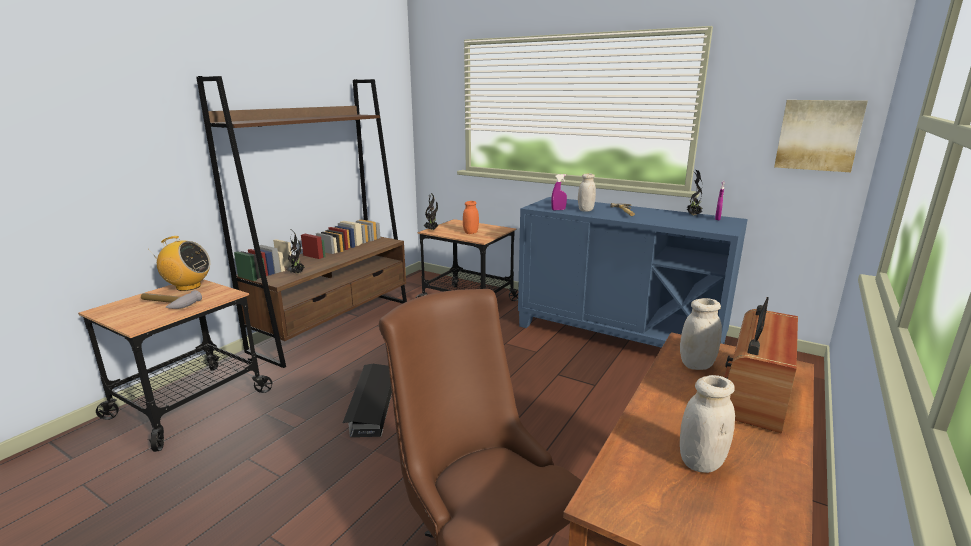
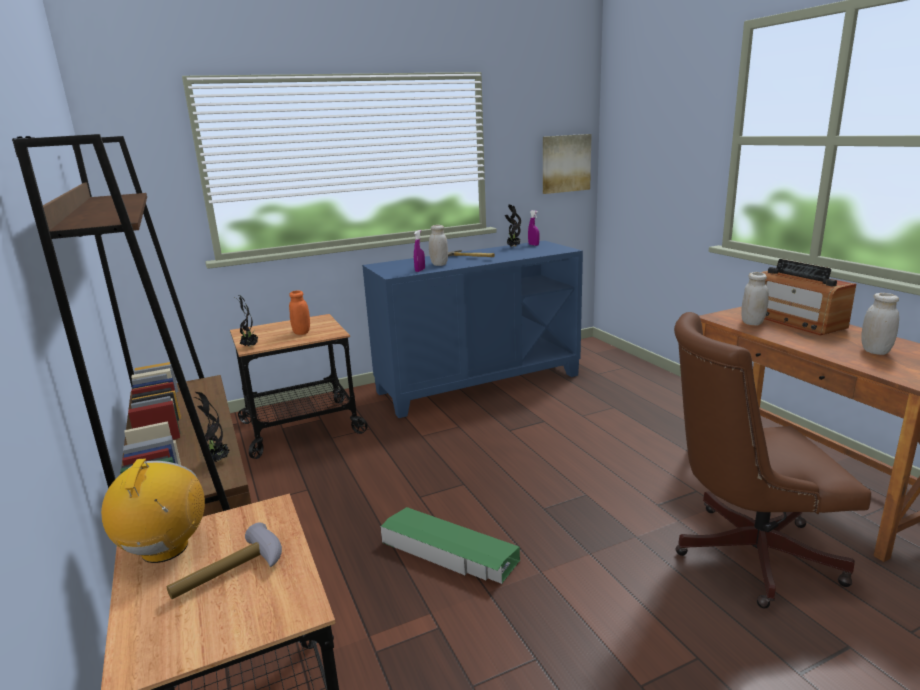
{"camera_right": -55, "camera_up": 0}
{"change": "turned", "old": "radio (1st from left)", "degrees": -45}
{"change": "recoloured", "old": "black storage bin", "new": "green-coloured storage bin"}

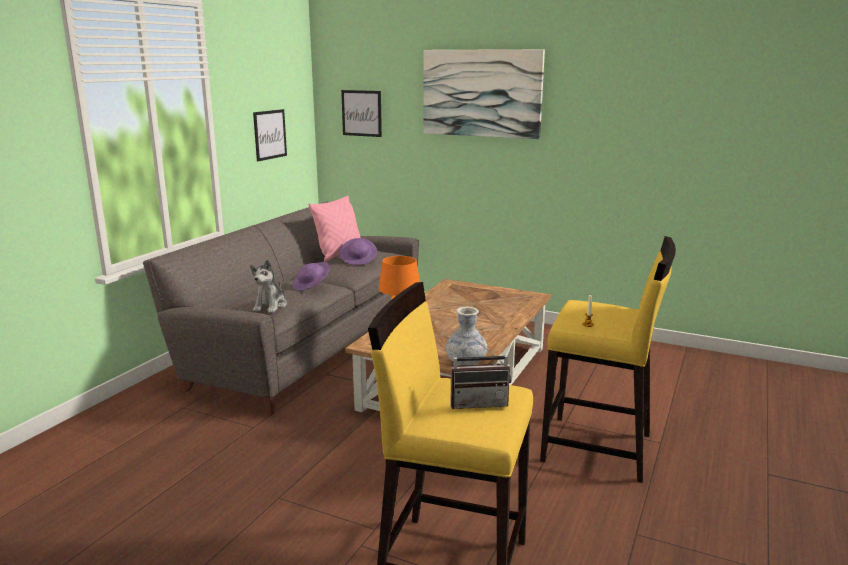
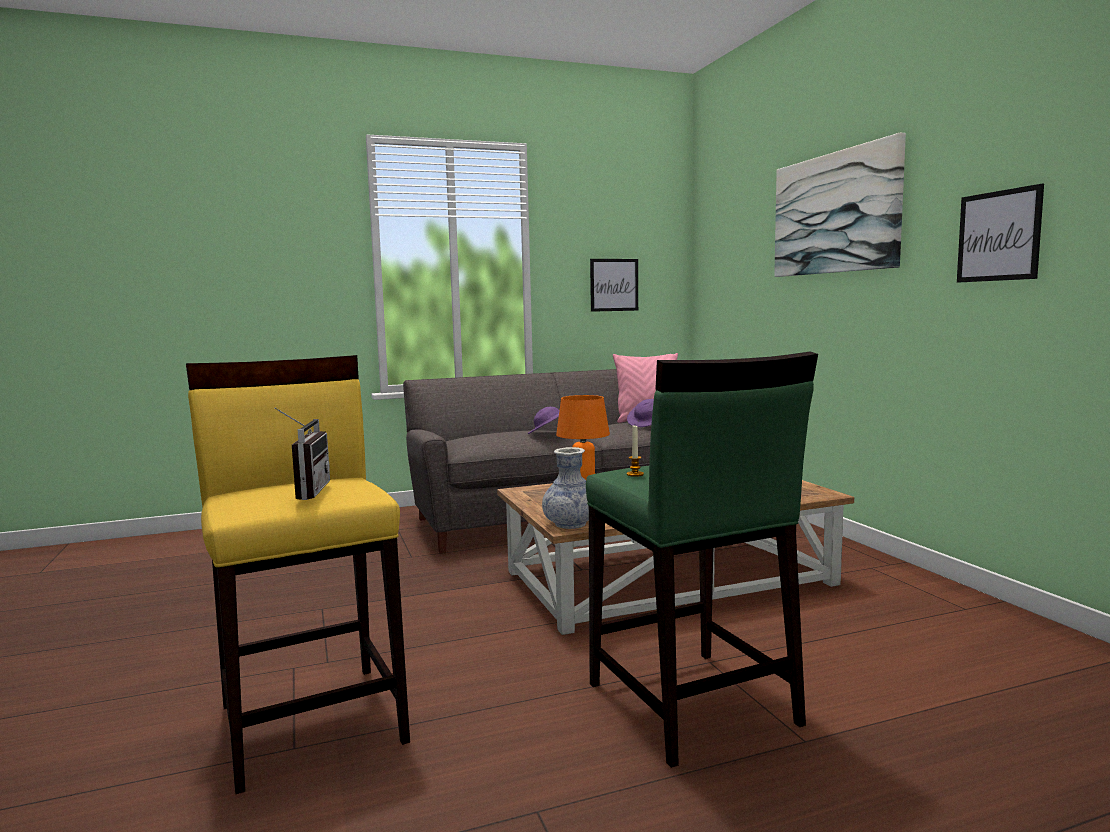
{"camera_right": 45, "camera_up": -10}
{"change": "moved", "old": "wall art (2nd from left in the first image)", "new": "wall art (3rd from left)"}
{"change": "recoloured", "old": "yellow-coloured stool (2nd from left)", "new": "green-coloured stool"}
{"change": "removed", "old": "soft toy"}
{"change": "turned", "old": "radio", "degrees": -135}

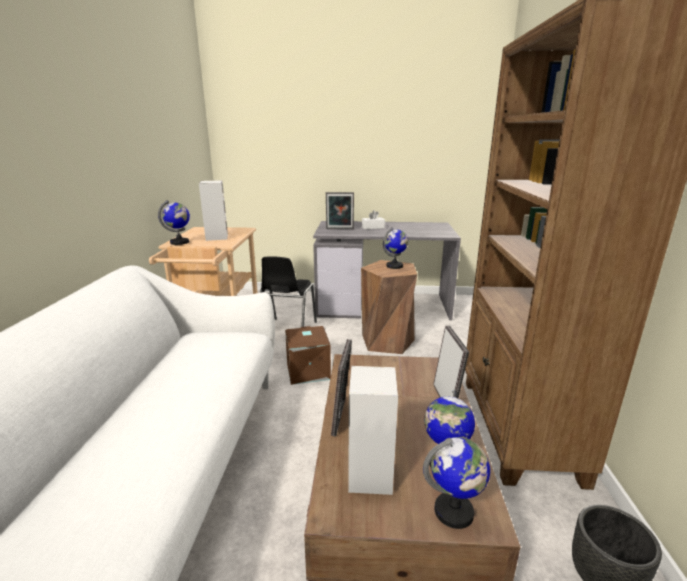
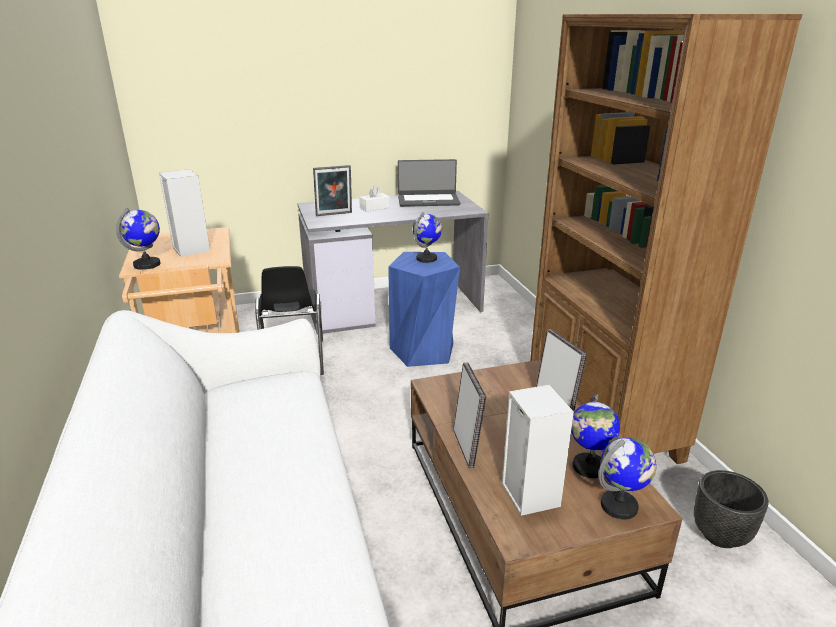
{"camera_right": -20, "camera_up": 5}
{"change": "recoloured", "old": "brown stool", "new": "bluish stool"}
{"change": "removed", "old": "brown storage bin"}
{"change": "added", "new": "notebook computer"}

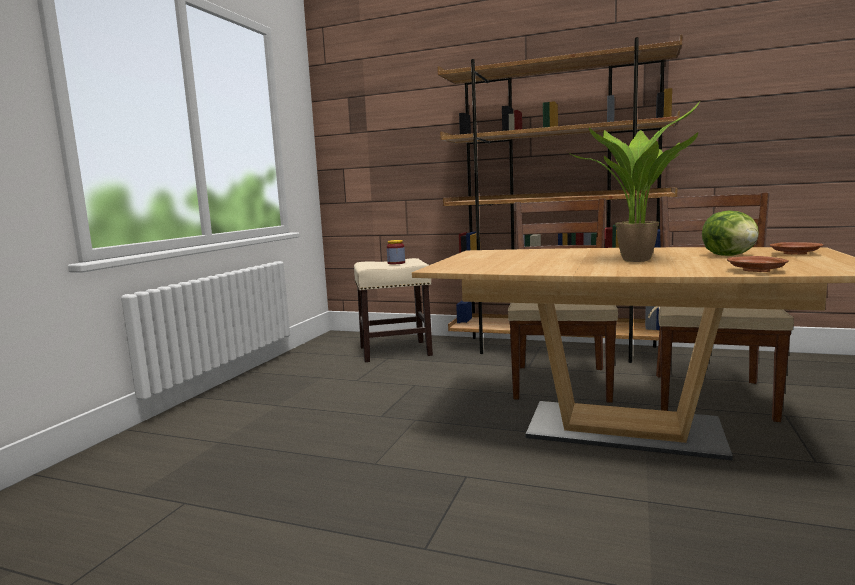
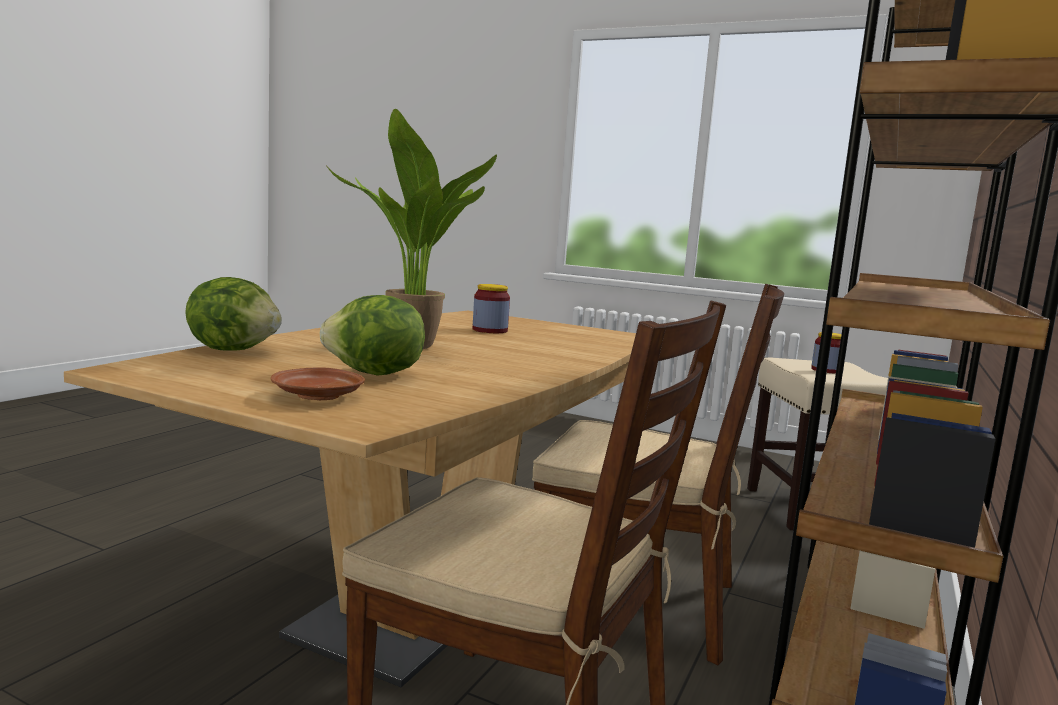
{"camera_right": 95, "camera_up": 0}
{"change": "replaced", "old": "brown flat dish (1st from left)", "new": "lettuce (1st from left)"}
{"change": "added", "new": "jar (1st from left)"}

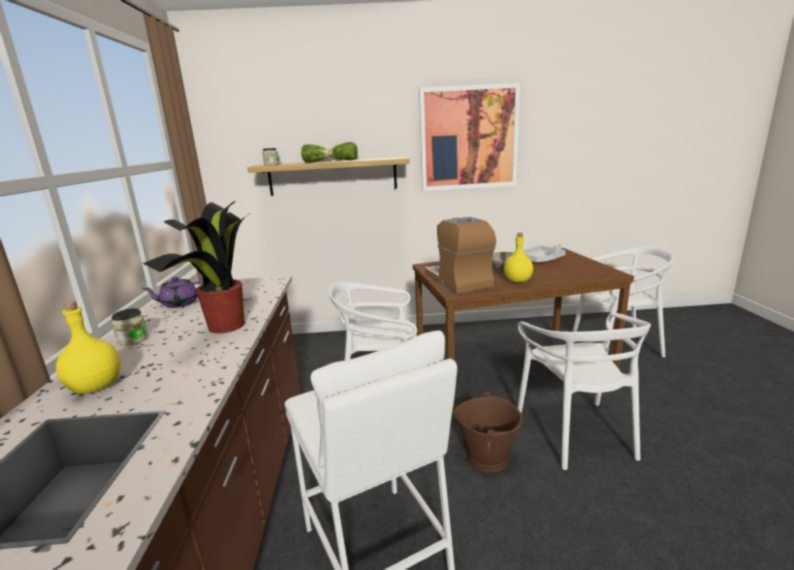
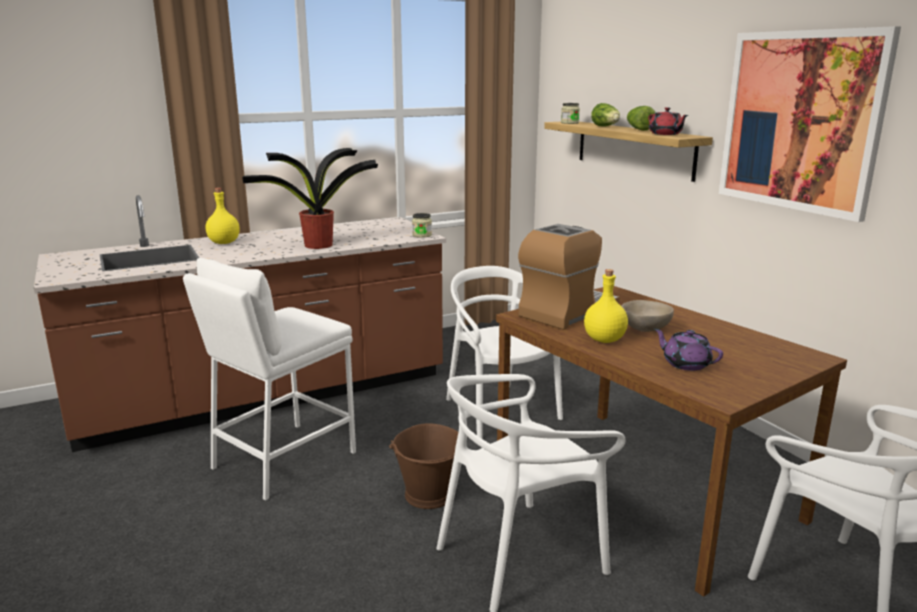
{"camera_right": 65, "camera_up": 0}
{"change": "removed", "old": "grey tray"}
{"change": "moved", "old": "purplish teapot"}
{"change": "moved", "old": "jar (1st from left)"}
{"change": "added", "new": "reddish teapot"}

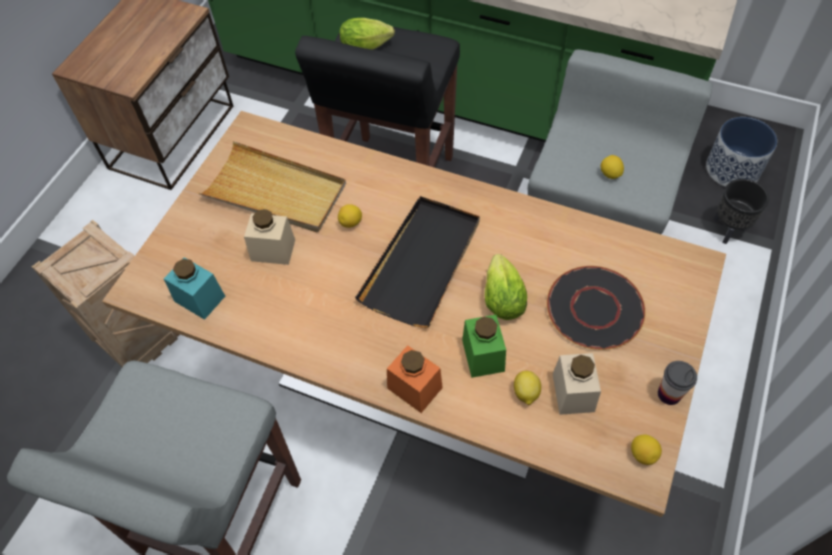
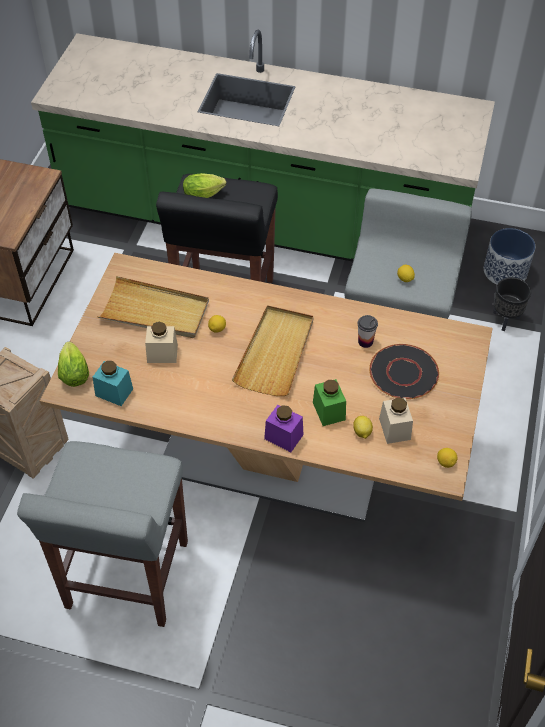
{"camera_right": -10, "camera_up": -5}
{"change": "recoloured", "old": "black tray", "new": "beige tray (2nd from left)"}
{"change": "moved", "old": "lettuce (2nd from left in the first image)", "new": "lettuce (1st from left)"}
{"change": "recoloured", "old": "orange-coloured jar", "new": "purplish jar"}
{"change": "moved", "old": "cup"}

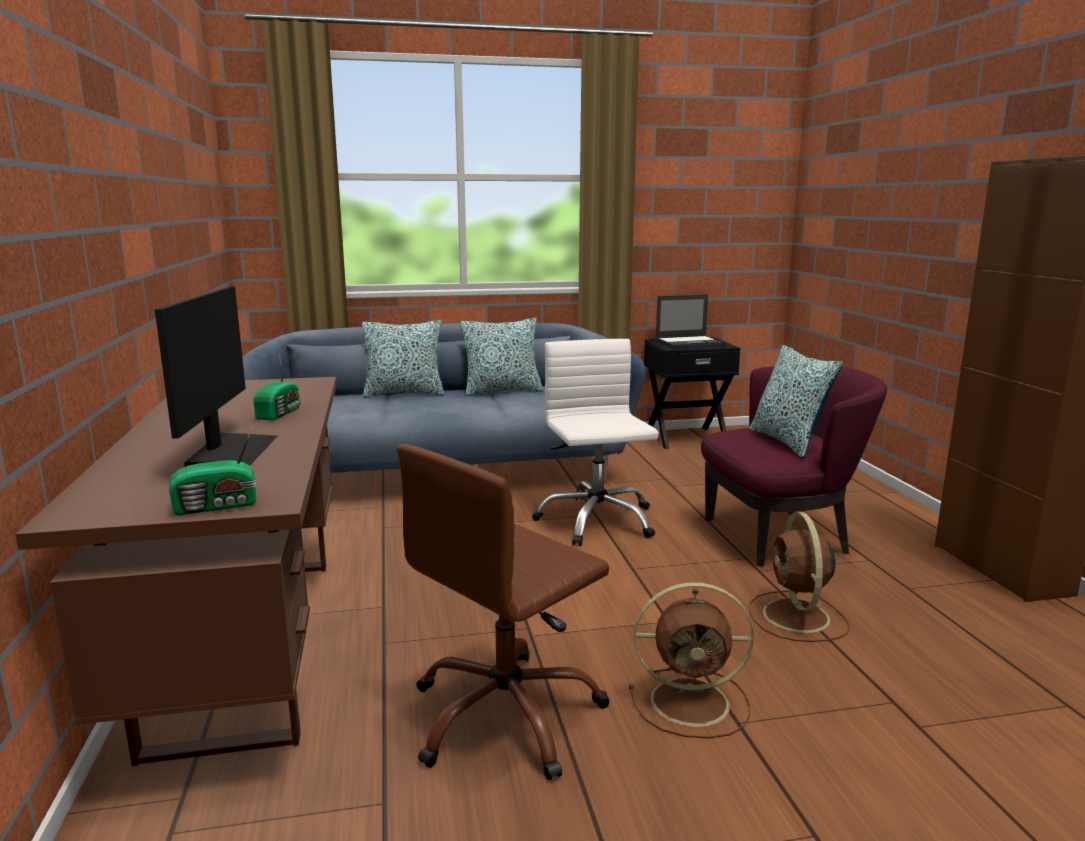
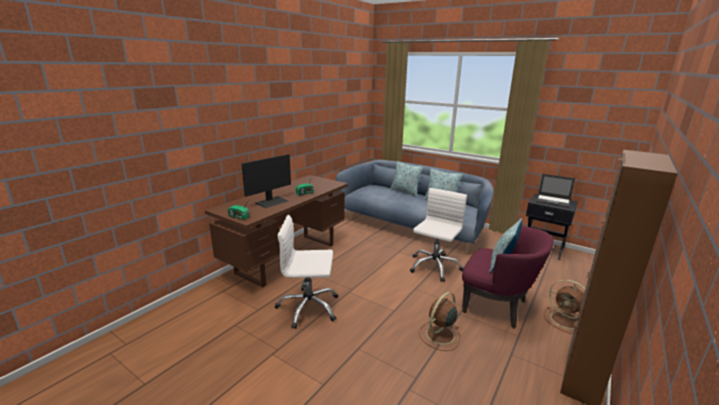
{"camera_right": 45, "camera_up": 5}
{"change": "recoloured", "old": "brown office chair", "new": "white office chair (1st from left)"}
{"change": "moved", "old": "brown fan (1st from left in the first image)", "new": "brown fan (2nd from left)"}

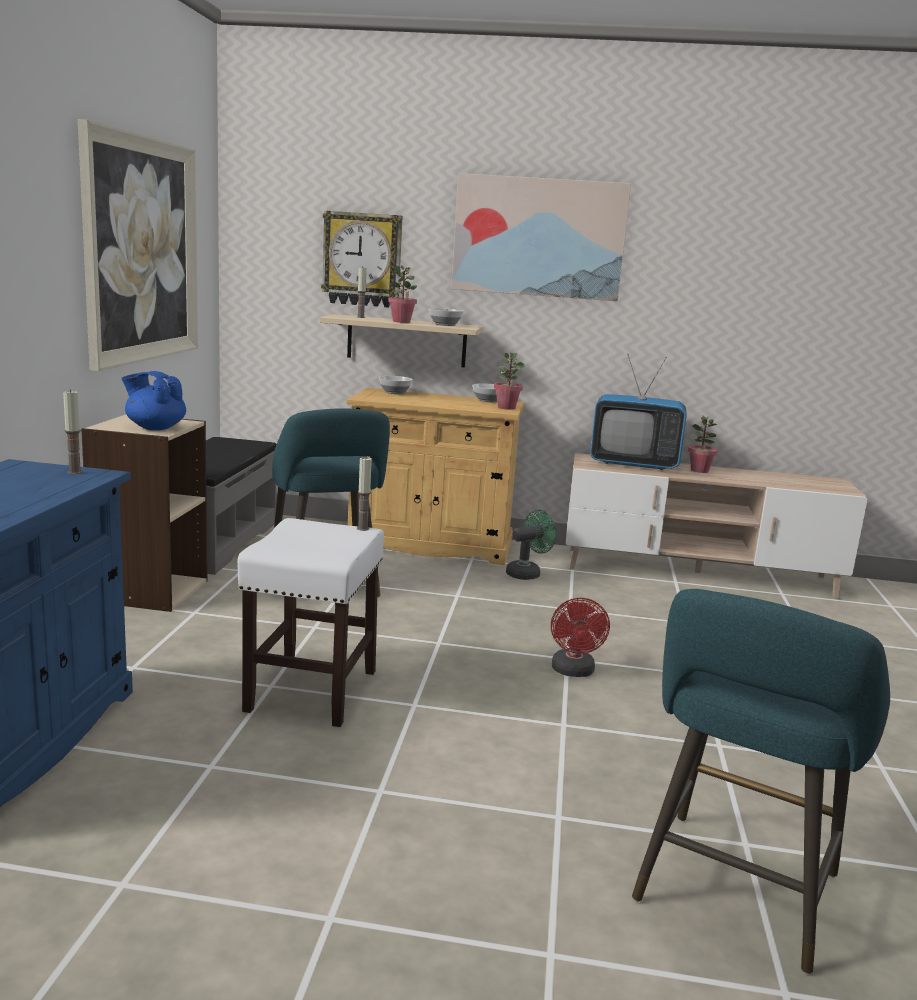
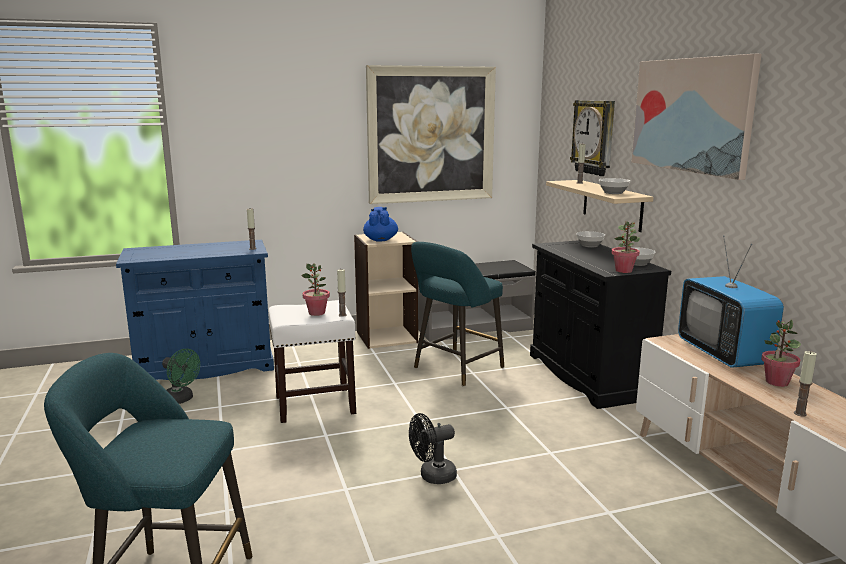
{"camera_right": 65, "camera_up": 0}
{"change": "moved", "old": "houseplant (1st from left)"}
{"change": "recoloured", "old": "beige storage cabinet", "new": "black storage cabinet"}
{"change": "moved", "old": "green-coloured fan"}
{"change": "recoloured", "old": "reddish fan", "new": "black fan"}
{"change": "added", "new": "wax candle (4th from left)"}

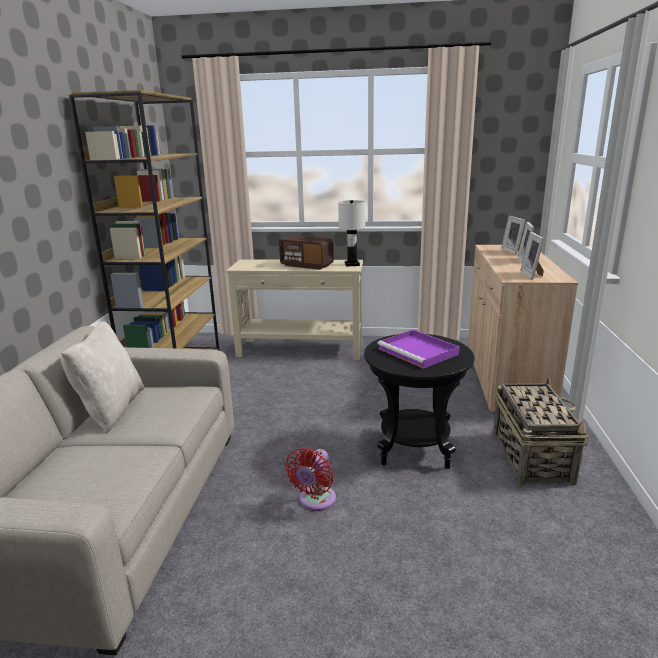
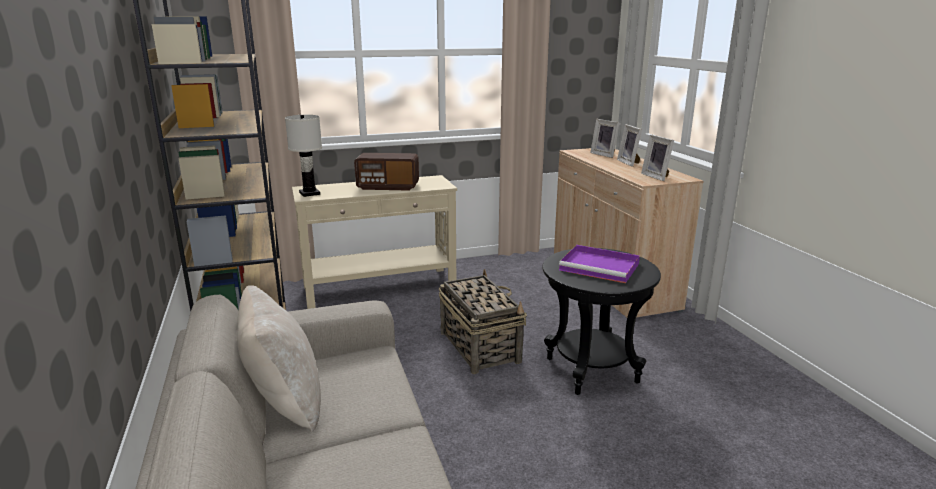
{"camera_right": -25, "camera_up": 0}
{"change": "moved", "old": "white lamp for a table"}
{"change": "moved", "old": "basket"}
{"change": "removed", "old": "reddish fan"}

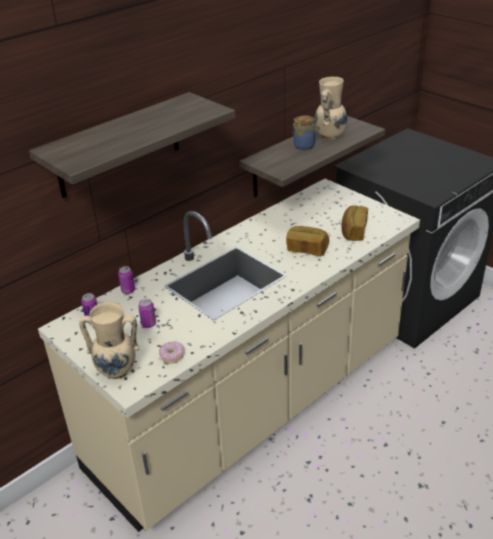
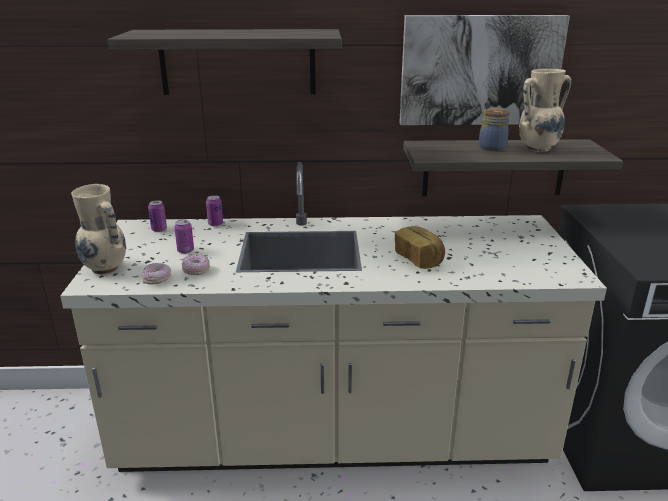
{"camera_right": 40, "camera_up": -10}
{"change": "removed", "old": "bread (2nd from left)"}
{"change": "added", "new": "wall art"}
{"change": "added", "new": "ring doughnut (2nd from left)"}

